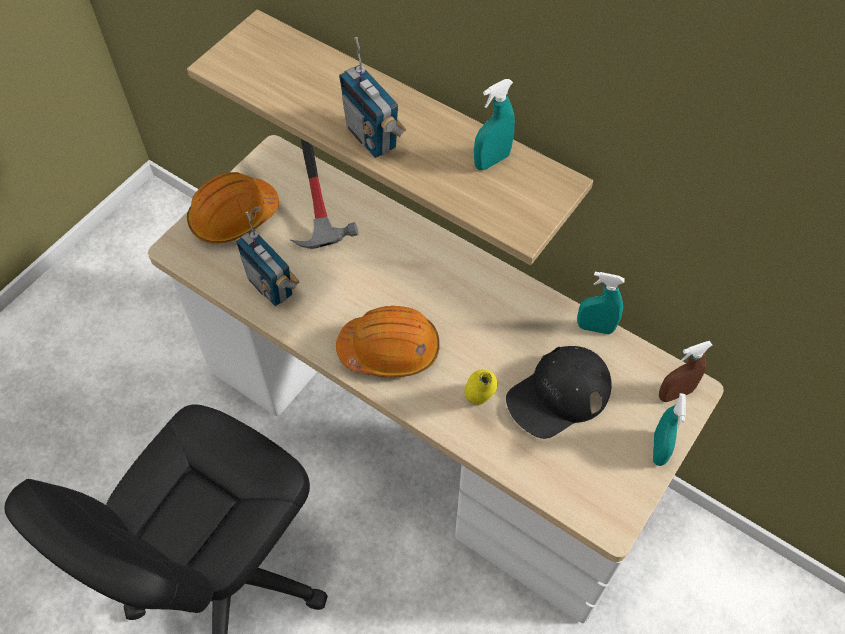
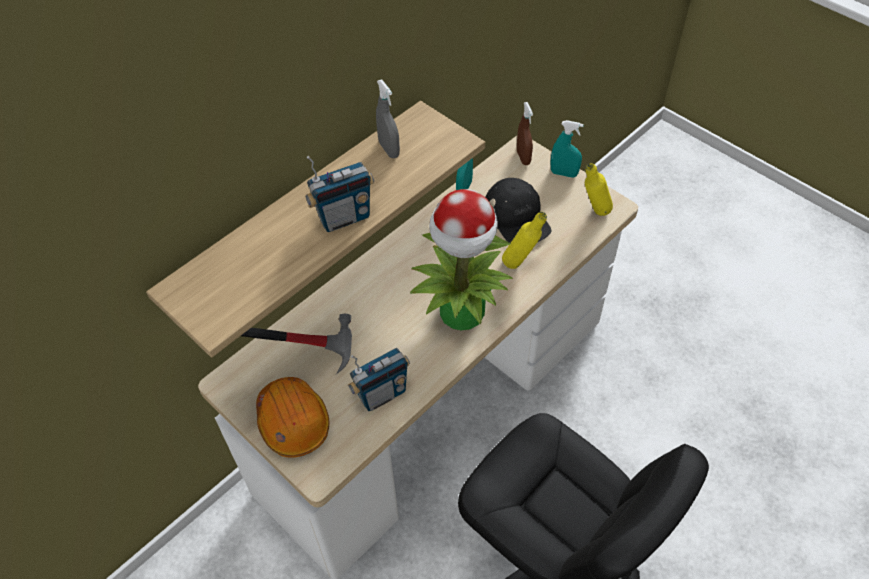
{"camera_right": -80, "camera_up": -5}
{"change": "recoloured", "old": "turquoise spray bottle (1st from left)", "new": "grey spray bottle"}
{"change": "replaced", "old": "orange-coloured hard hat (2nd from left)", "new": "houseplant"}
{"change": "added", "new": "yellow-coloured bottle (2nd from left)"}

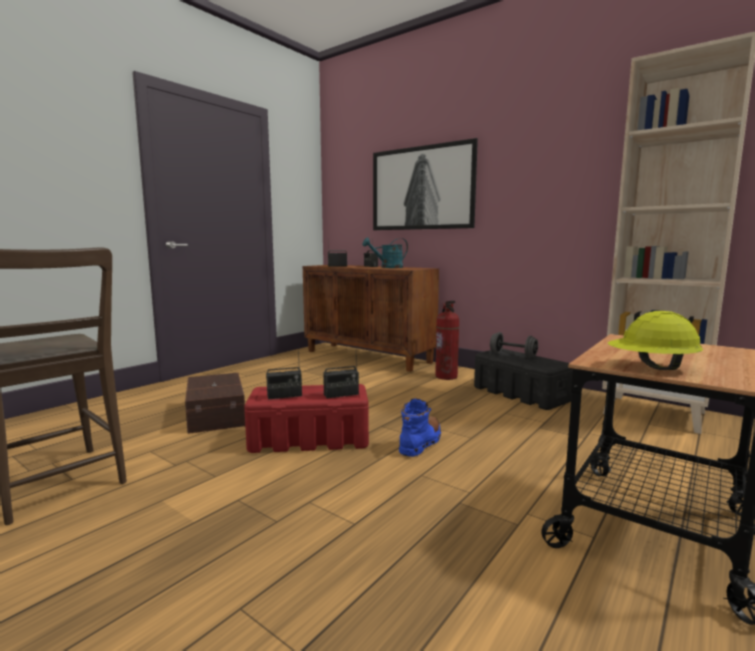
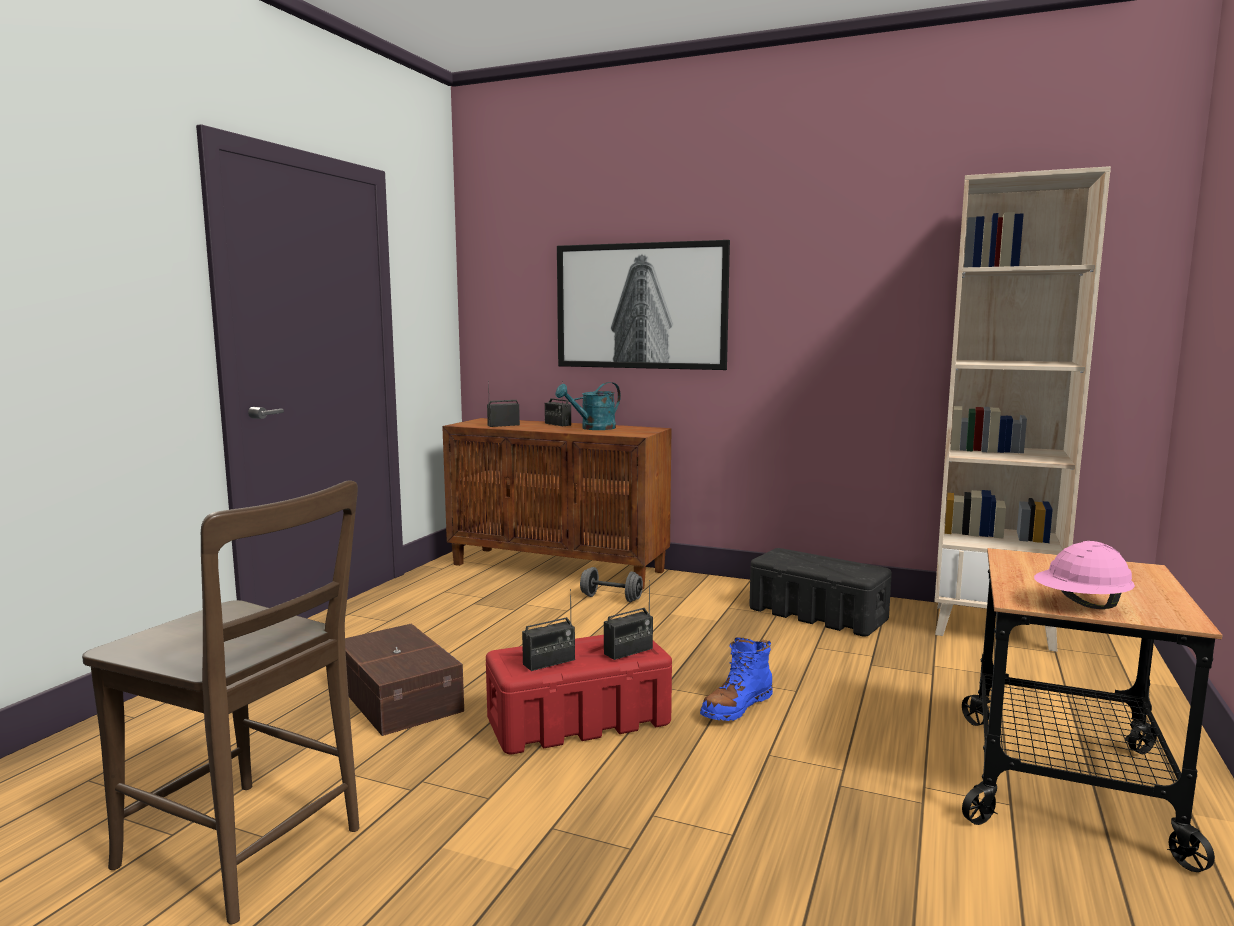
{"camera_right": -15, "camera_up": 0}
{"change": "removed", "old": "extinguisher"}
{"change": "recoloured", "old": "yellow-coloured hard hat", "new": "pink hard hat"}
{"change": "moved", "old": "grey free weight"}
{"change": "turned", "old": "bluish high-top boot", "degrees": -150}

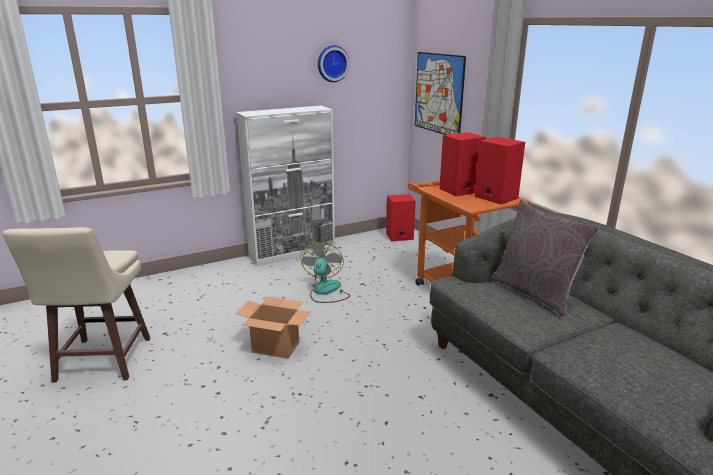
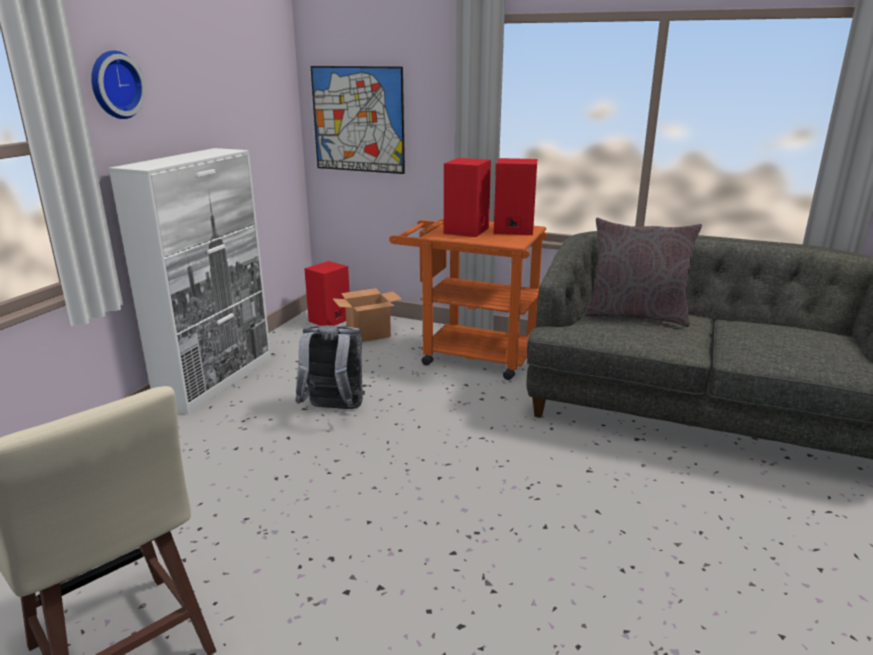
{"camera_right": -40, "camera_up": 0}
{"change": "moved", "old": "clock on the wall"}
{"change": "replaced", "old": "fan", "new": "grey backpack"}
{"change": "moved", "old": "packing box"}

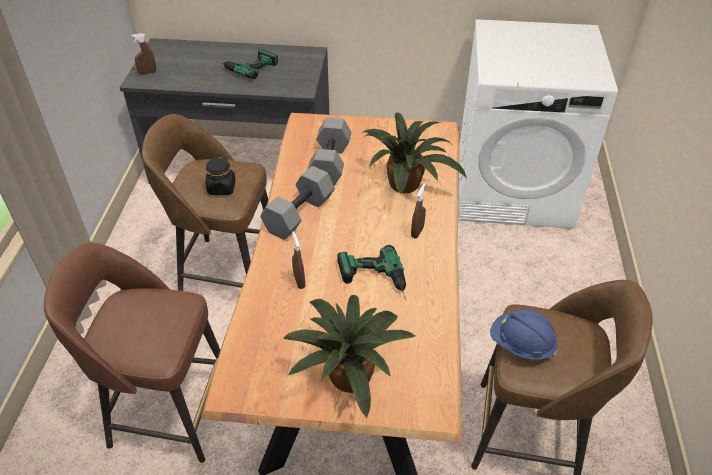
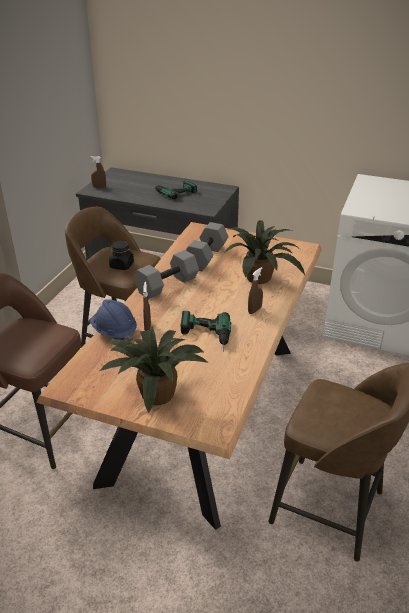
{"camera_right": 15, "camera_up": -10}
{"change": "moved", "old": "bluish hard hat"}

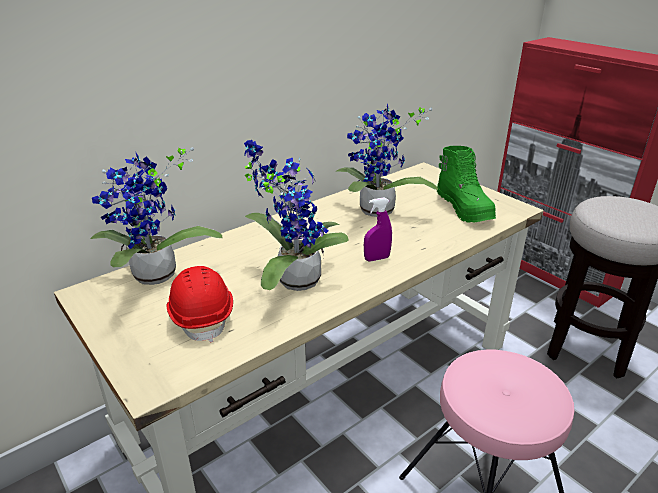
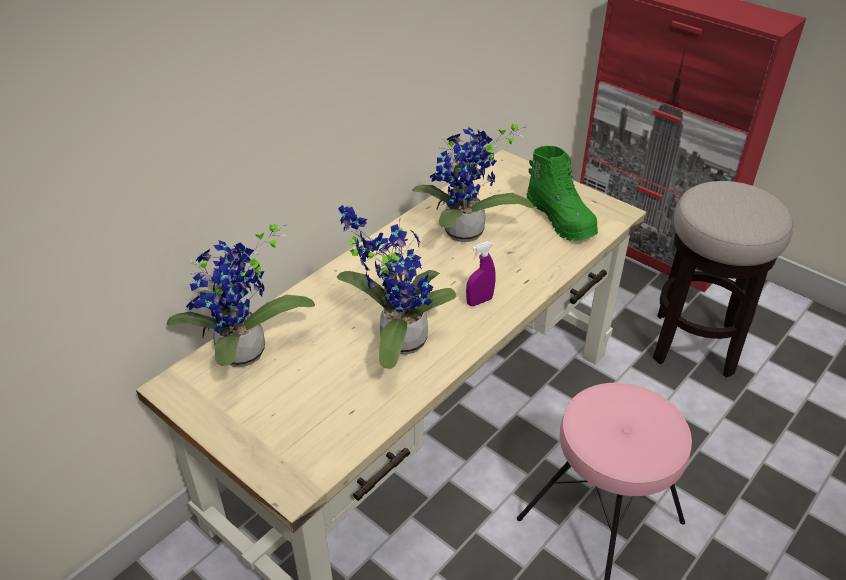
{"camera_right": -10, "camera_up": 10}
{"change": "removed", "old": "reddish hard hat"}

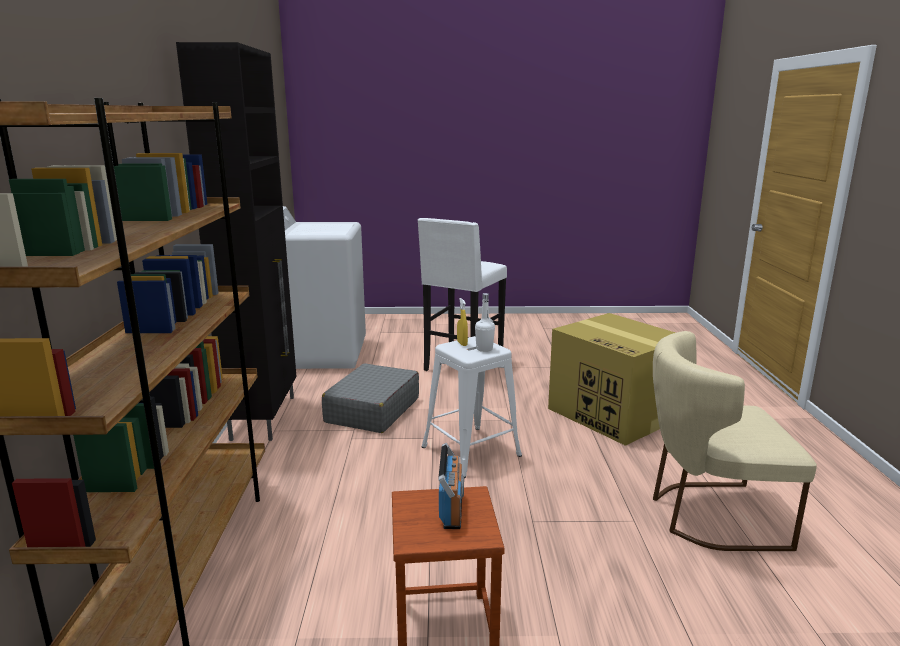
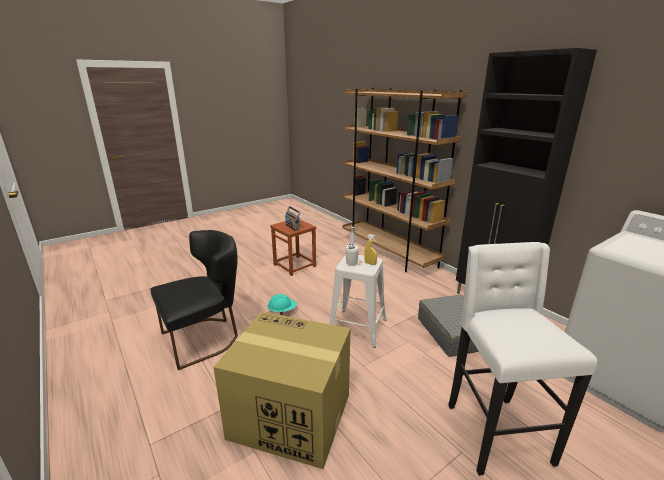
{"camera_right": 145, "camera_up": 5}
{"change": "recoloured", "old": "beige upright chair", "new": "black upright chair"}
{"change": "added", "new": "turquoise hard hat"}

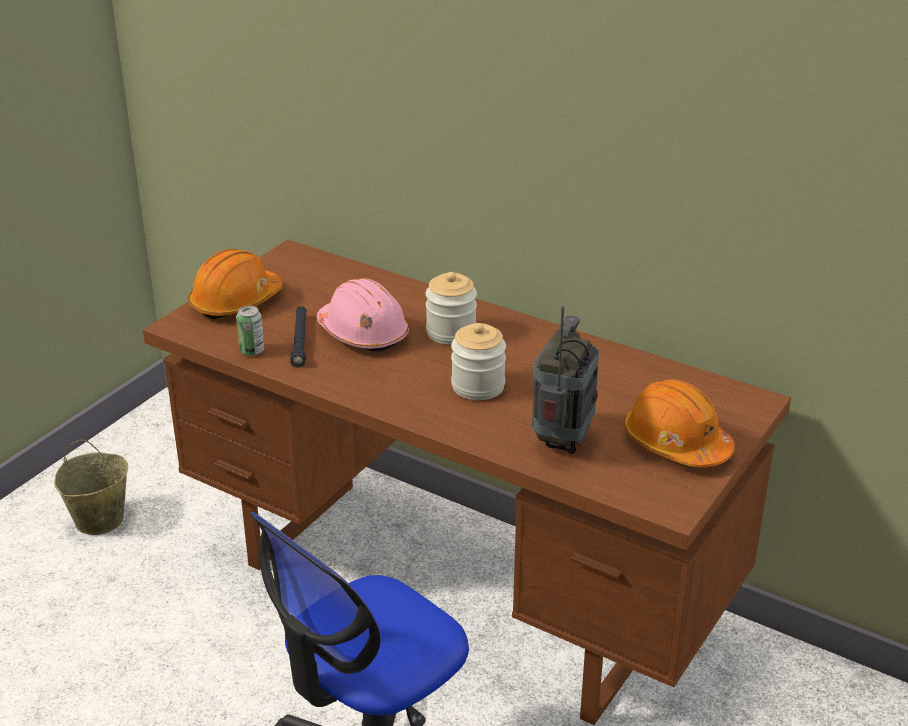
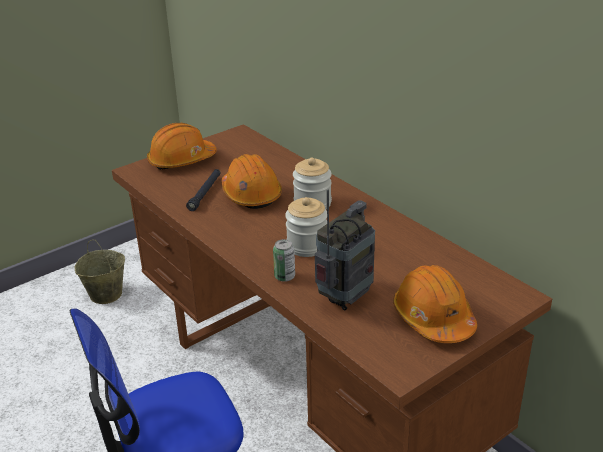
{"camera_right": 20, "camera_up": 0}
{"change": "recoloured", "old": "pink hard hat", "new": "orange-coloured hard hat (2nd from left)"}
{"change": "moved", "old": "sealed can"}

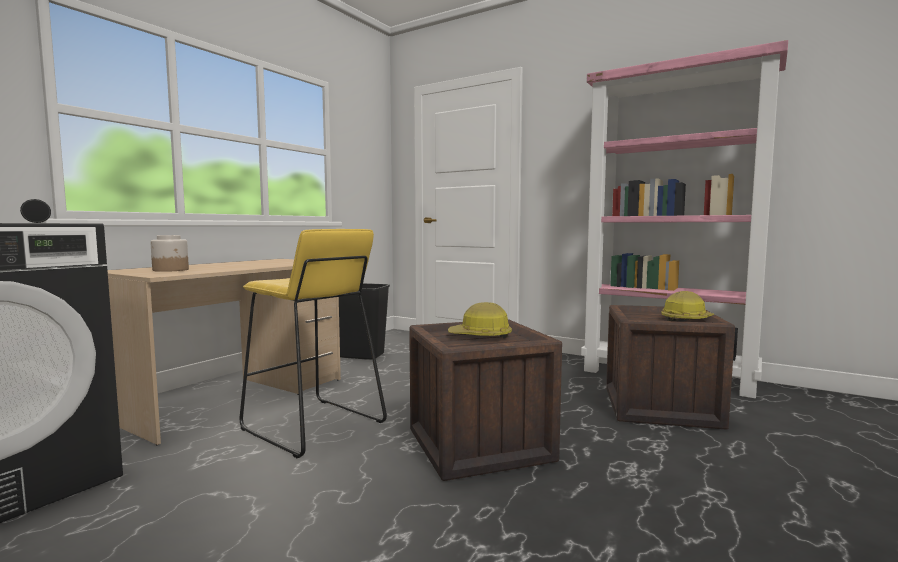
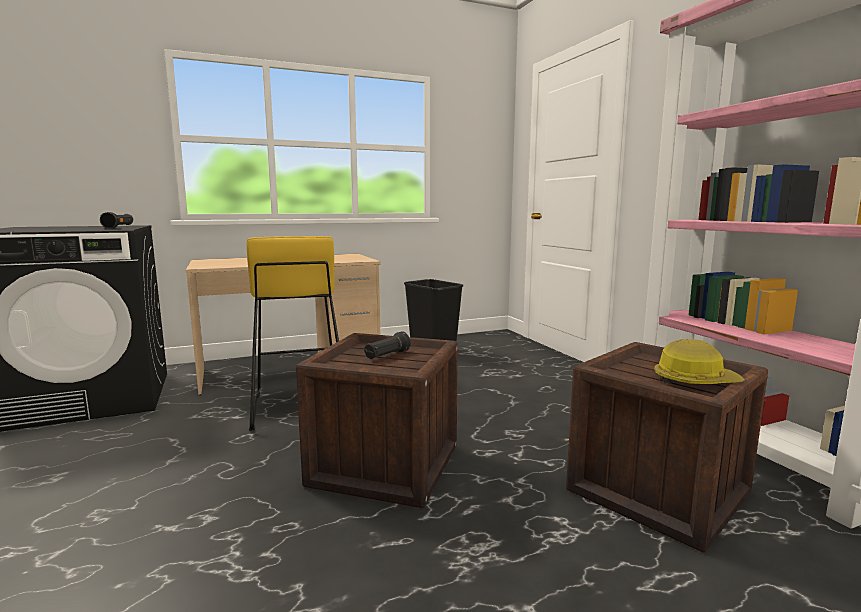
{"camera_right": 35, "camera_up": 5}
{"change": "removed", "old": "jar"}
{"change": "replaced", "old": "hard hat (1st from left)", "new": "black flashlight (2nd from left)"}

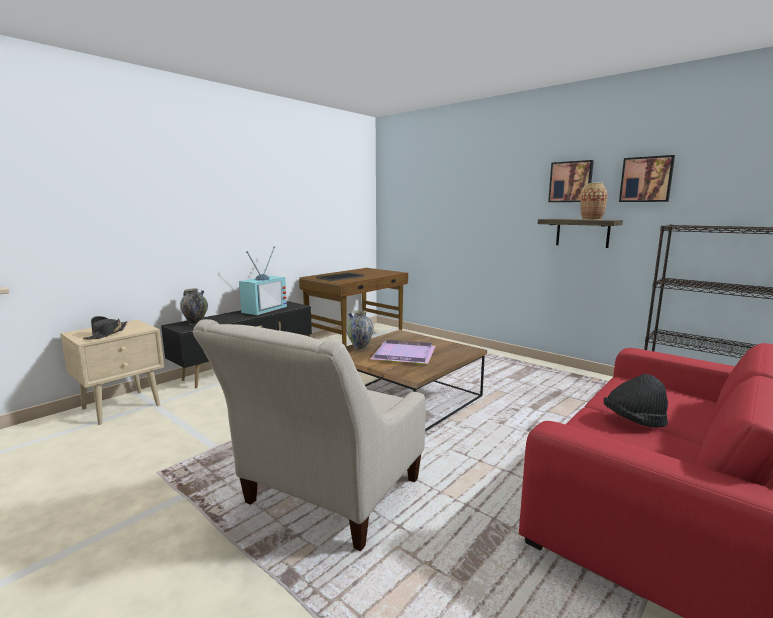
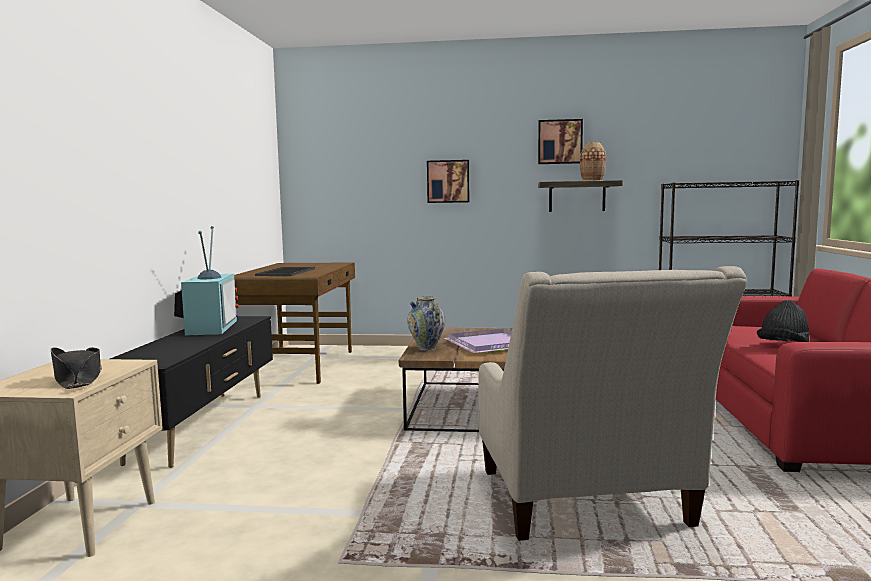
{"camera_right": -35, "camera_up": -5}
{"change": "moved", "old": "wall art (2nd from left in the first image)", "new": "wall art (1st from left)"}
{"change": "removed", "old": "decorative vase (1st from left)"}

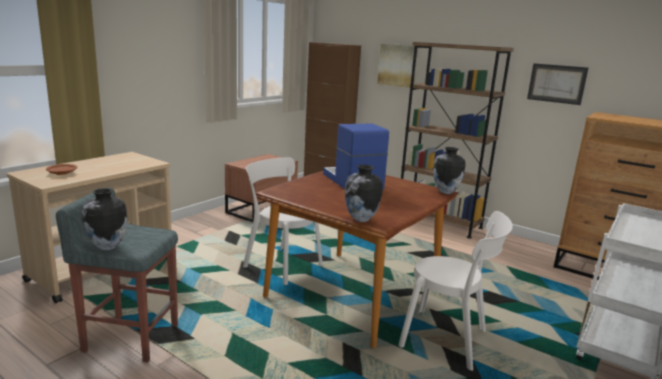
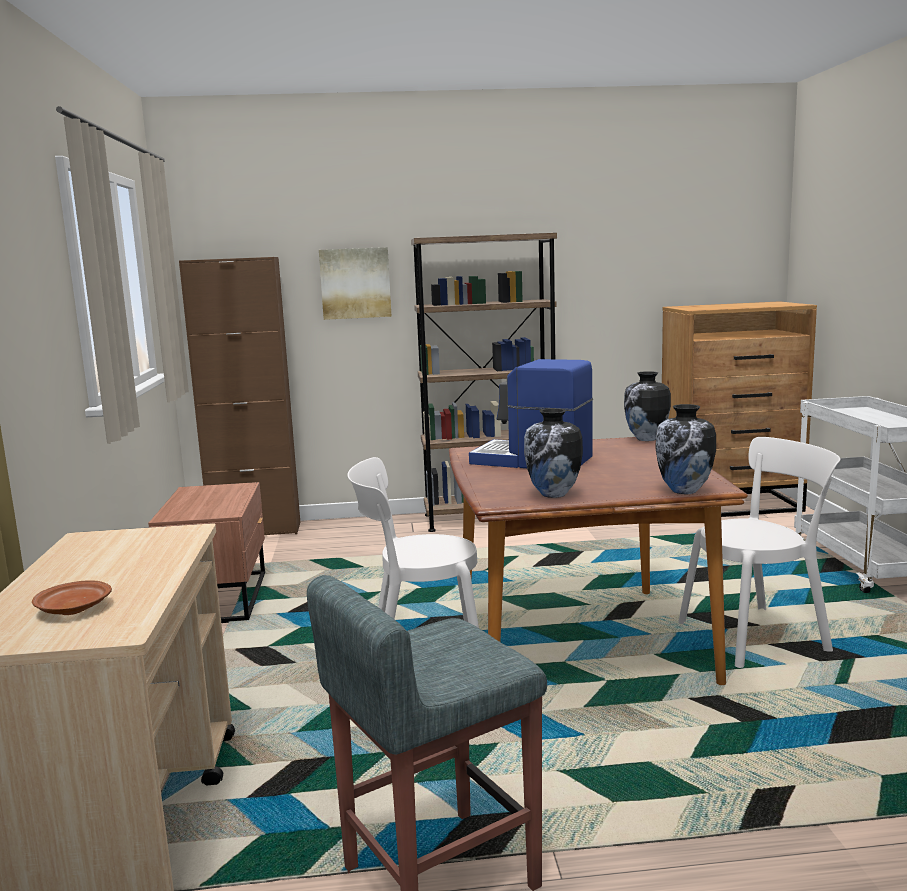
{"camera_right": -40, "camera_up": -5}
{"change": "removed", "old": "wall art (2nd from left)"}
{"change": "moved", "old": "decorative vase (1st from left)"}

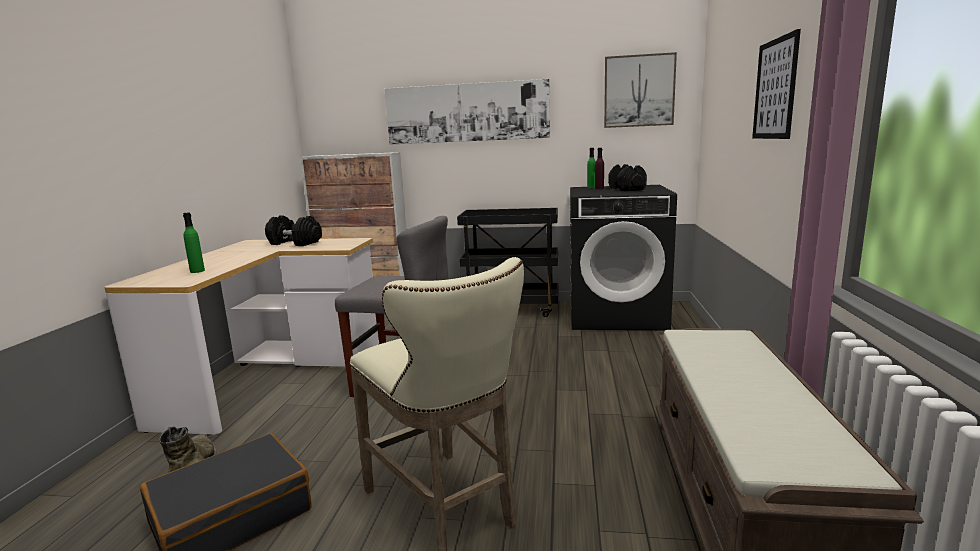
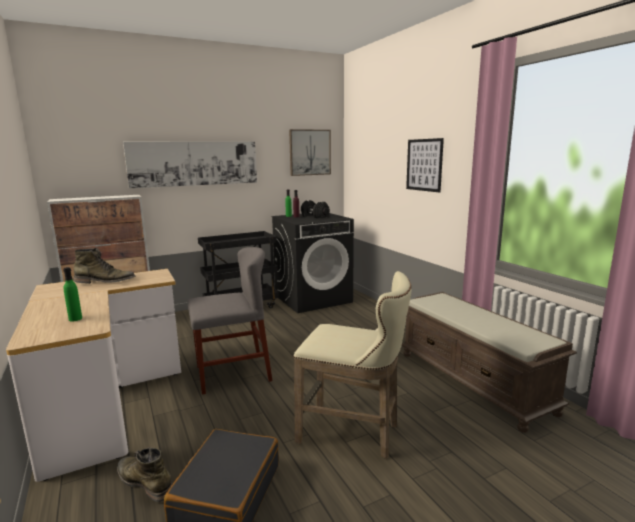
{"camera_right": -35, "camera_up": 0}
{"change": "replaced", "old": "black free weight (1st from left)", "new": "green-coloured high-top boot (1st from left)"}

